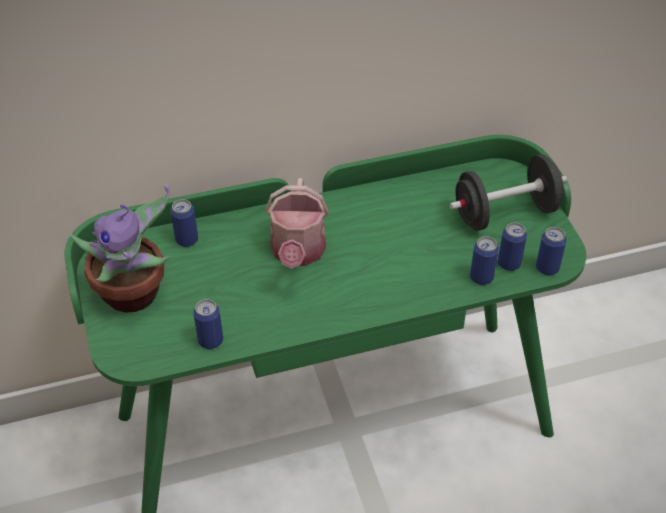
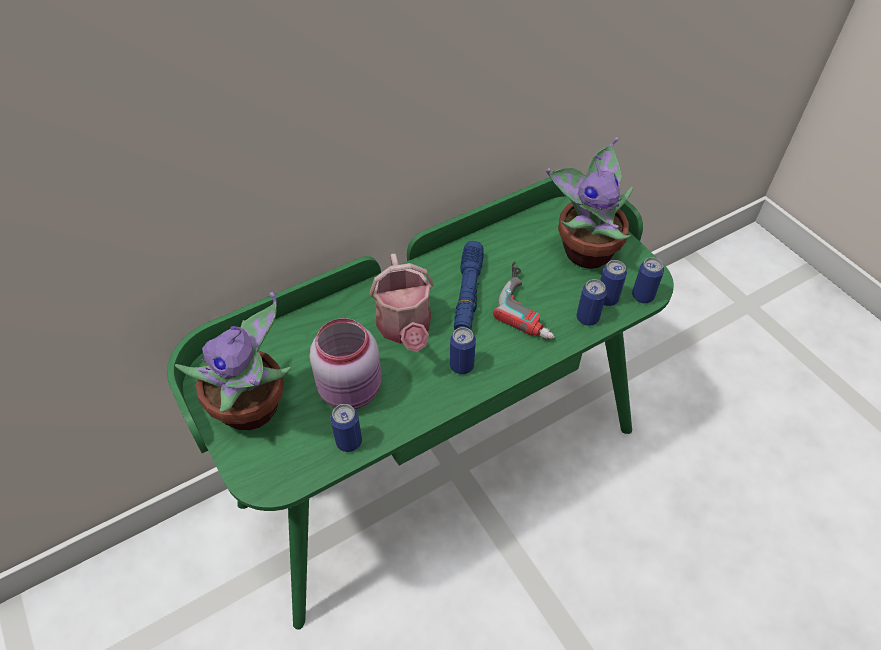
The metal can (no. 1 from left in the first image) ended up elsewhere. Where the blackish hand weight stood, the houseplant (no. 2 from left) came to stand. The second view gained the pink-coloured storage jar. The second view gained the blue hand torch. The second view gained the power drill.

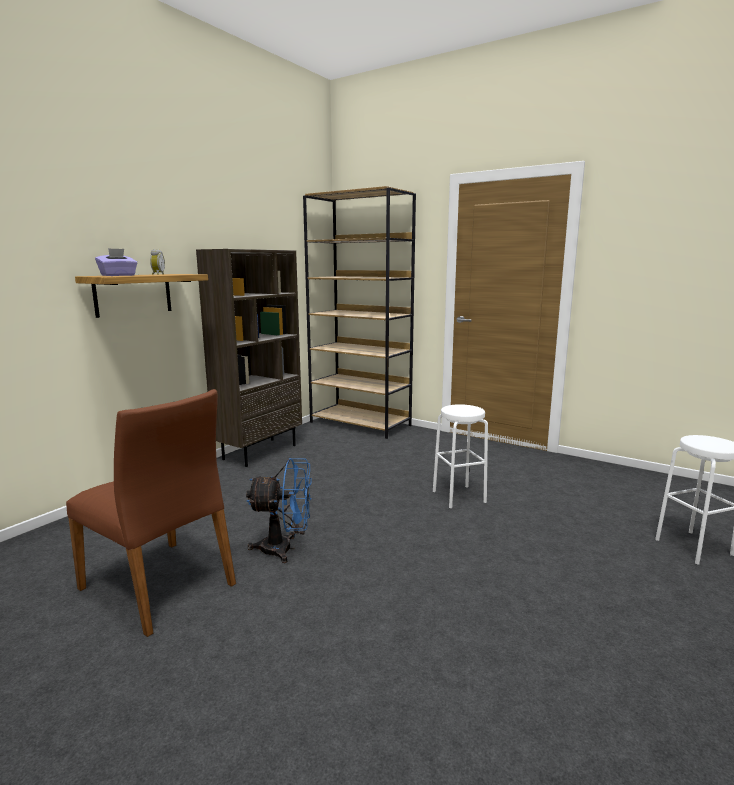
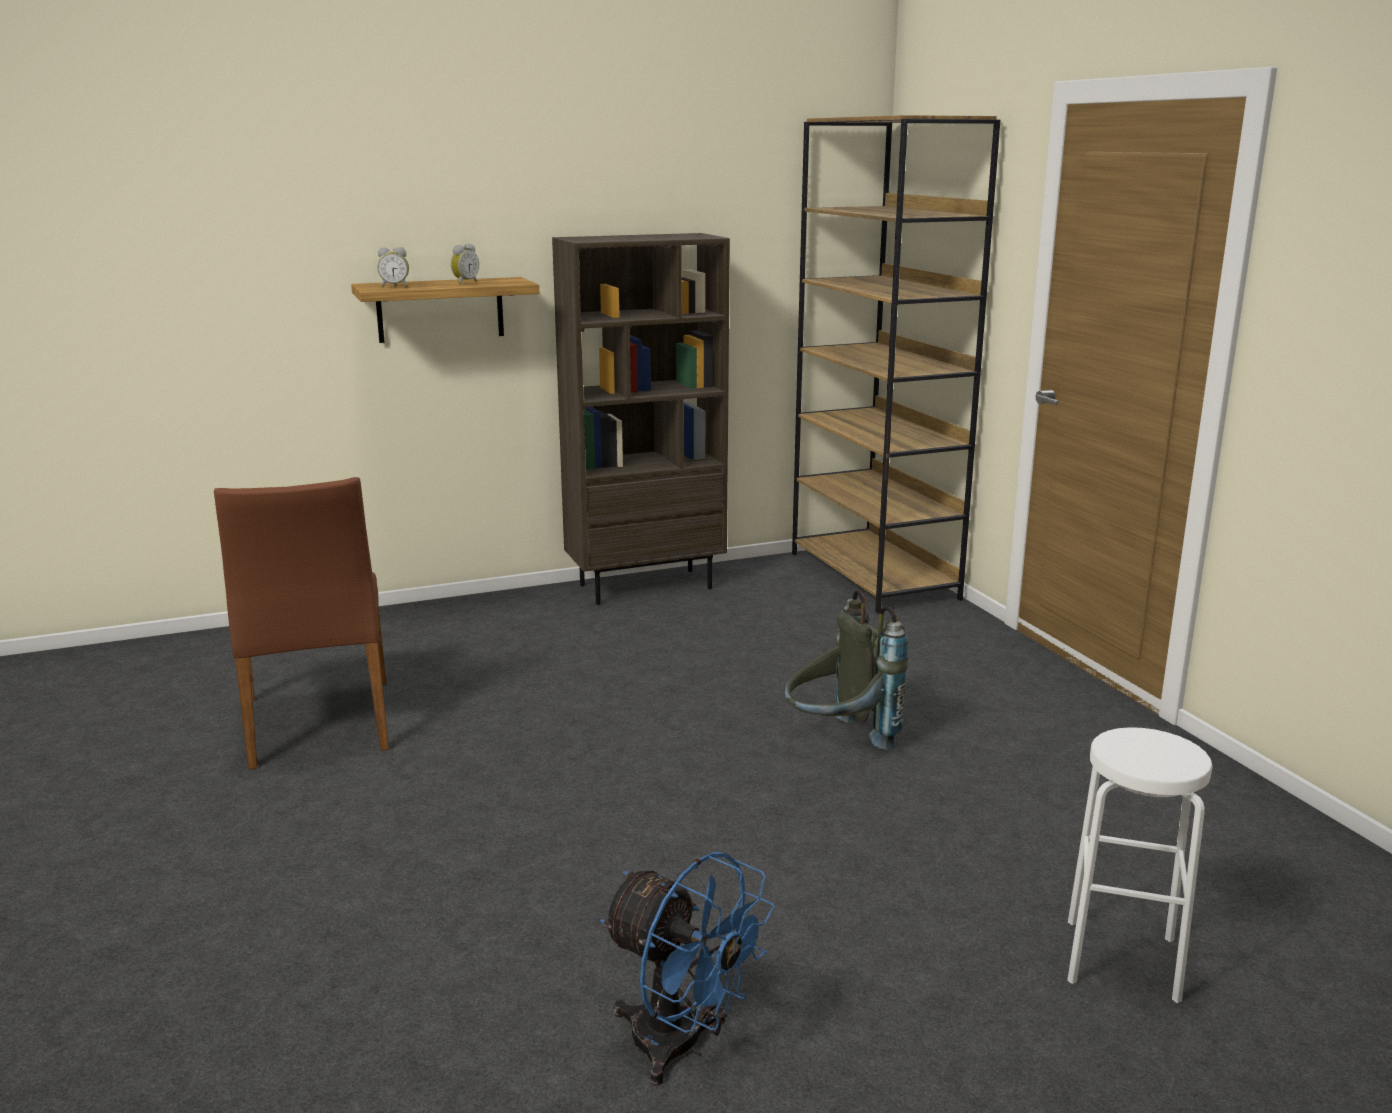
Where the purple tissue holder stood, the alarm clock (no. 1 from left) came to stand. The blue cooling fan ended up elsewhere. Where the whitish stool seat (no. 1 from left) stood, the greyish rucksack came to stand.

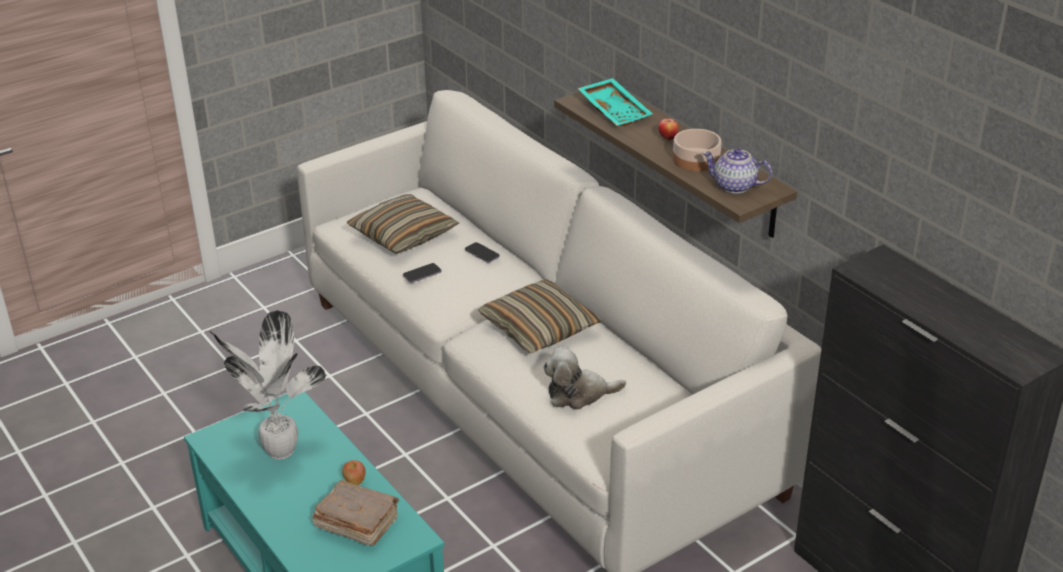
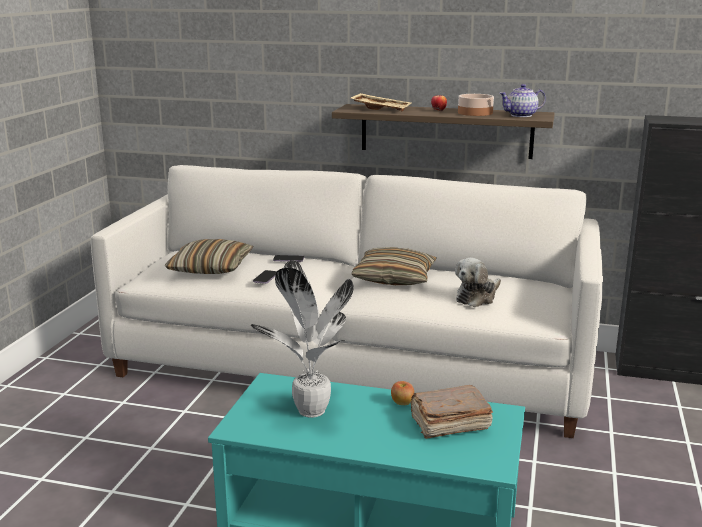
What was the turquoise carrying tray turned into the beige-coloured carrying tray.

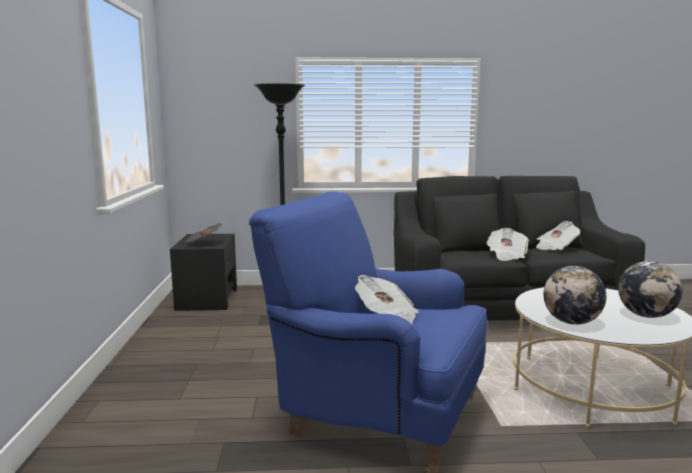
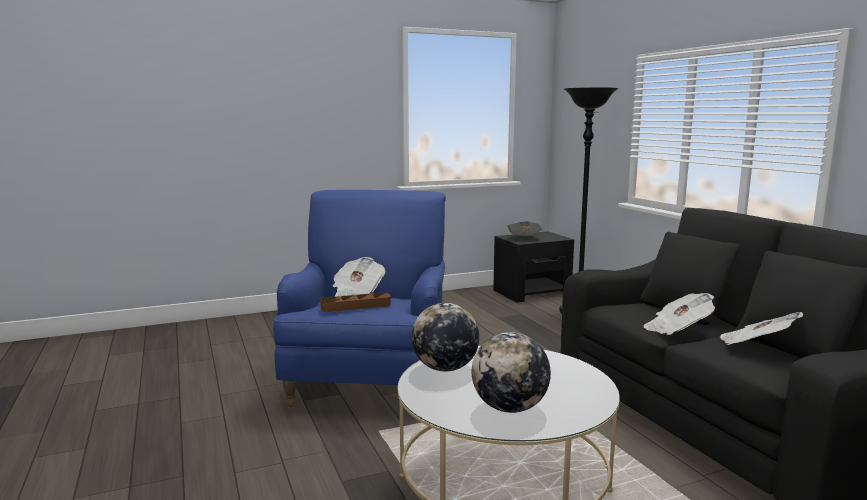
The second view gained the brown-coloured carrying tray.

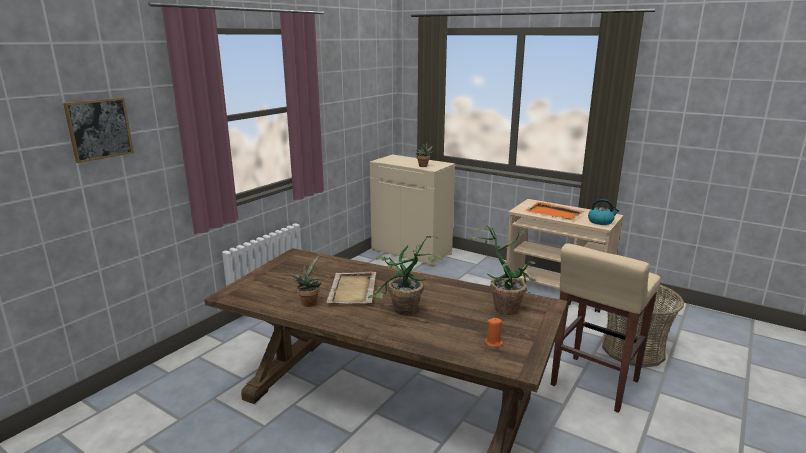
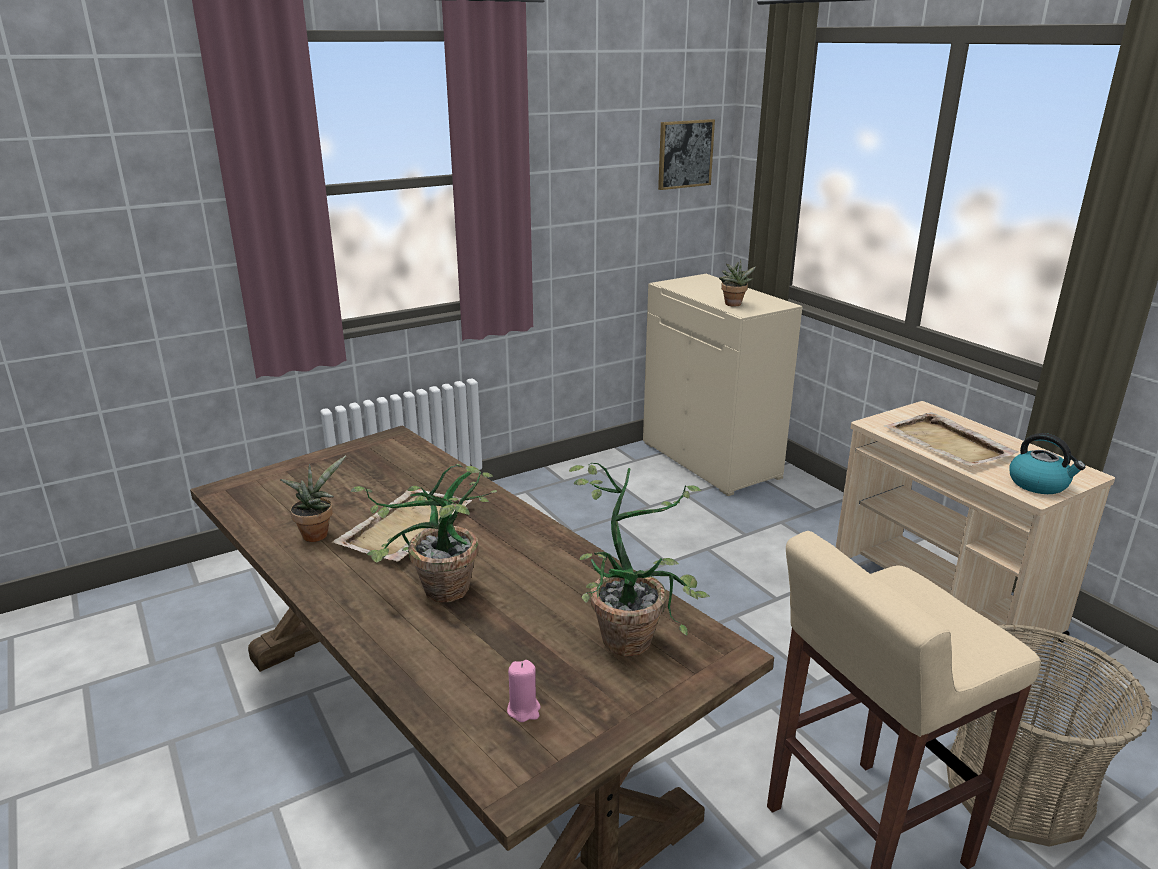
The wall picture ended up elsewhere. What was the orange wax candle turned into the pink-coloured wax candle. What was the orange carrying tray turned into the beige-coloured carrying tray (no. 2 from left).

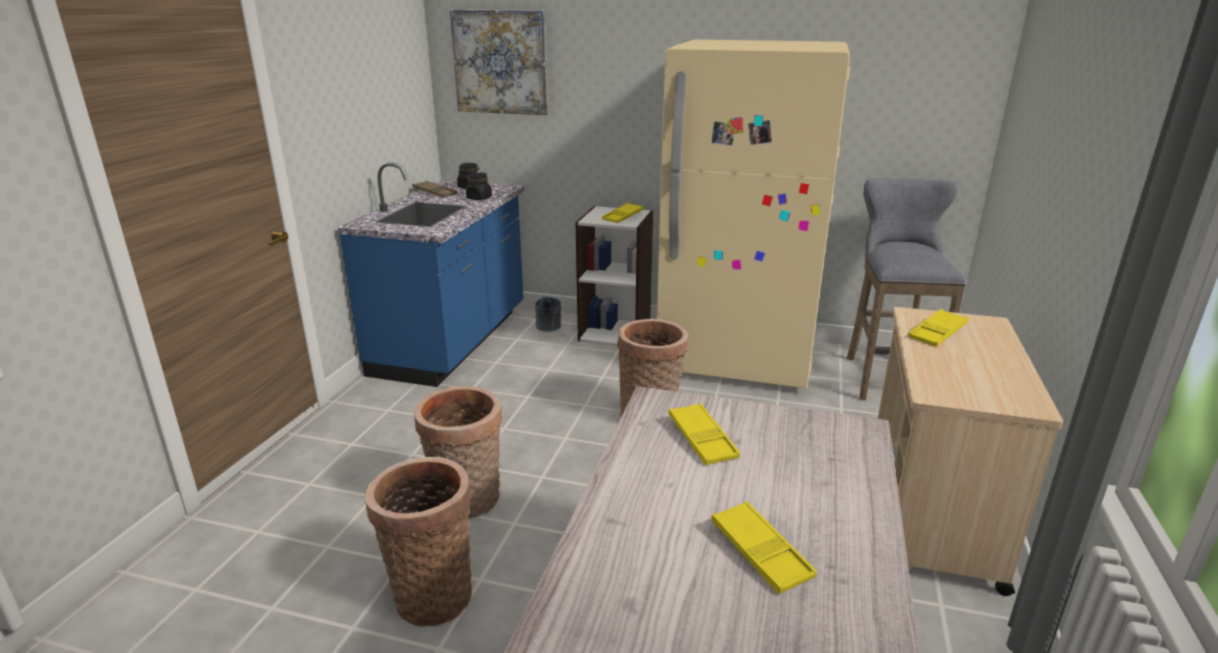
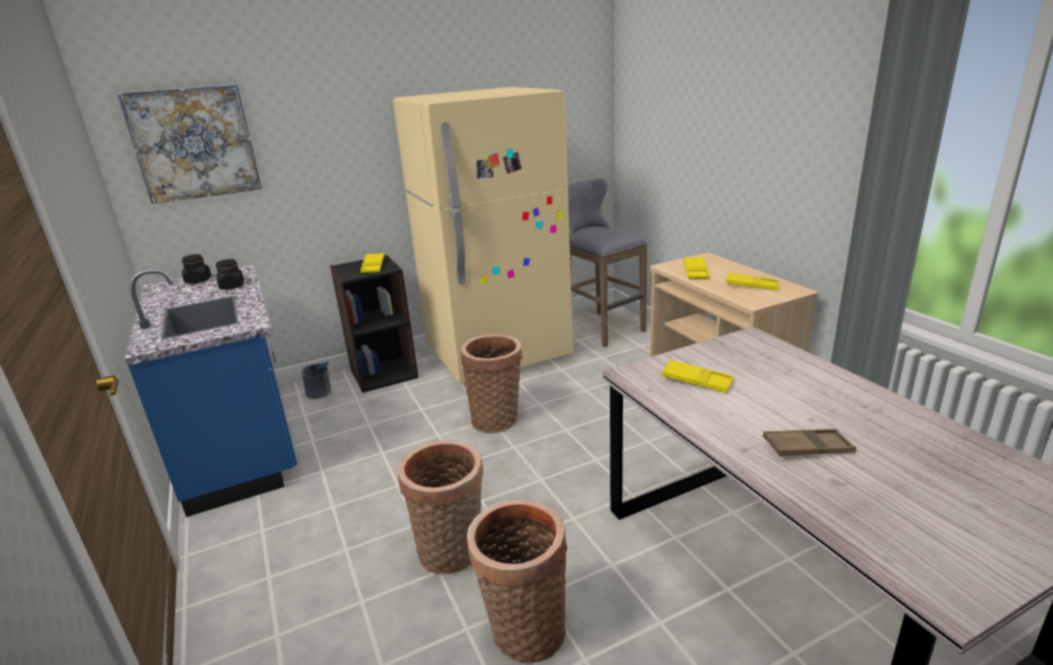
The brown-coloured carrying tray ended up elsewhere. What was the whitish shelving unit turned into the blackish shelving unit. The yellowish carrying tray (no. 3 from left in the first image) ended up elsewhere.

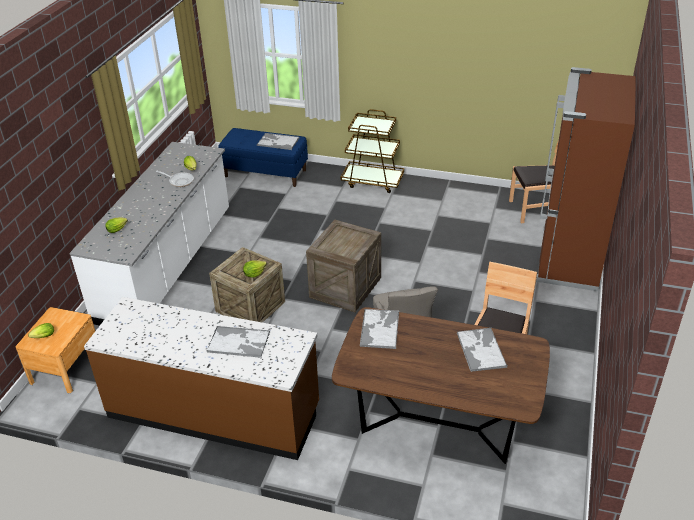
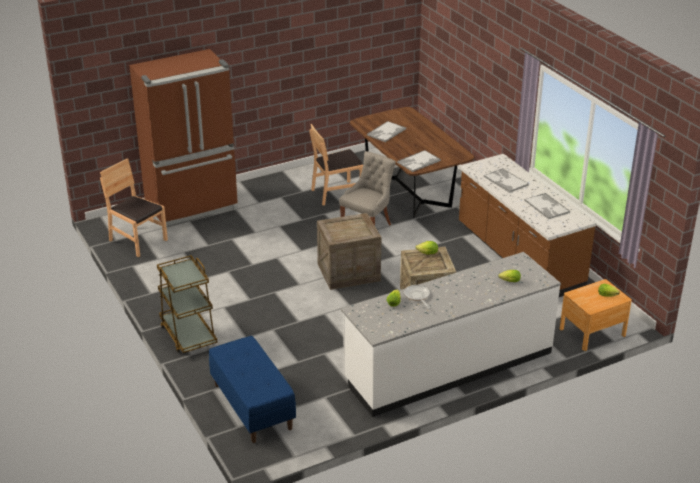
The carrying tray (no. 2 from left in the first image) ended up elsewhere.

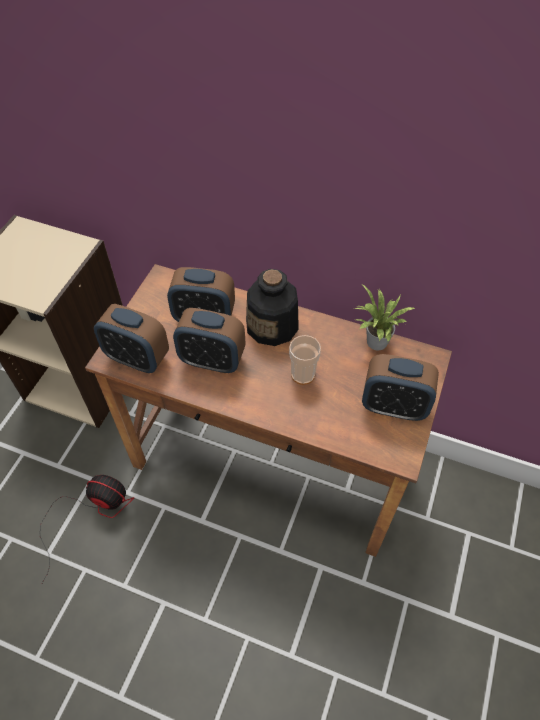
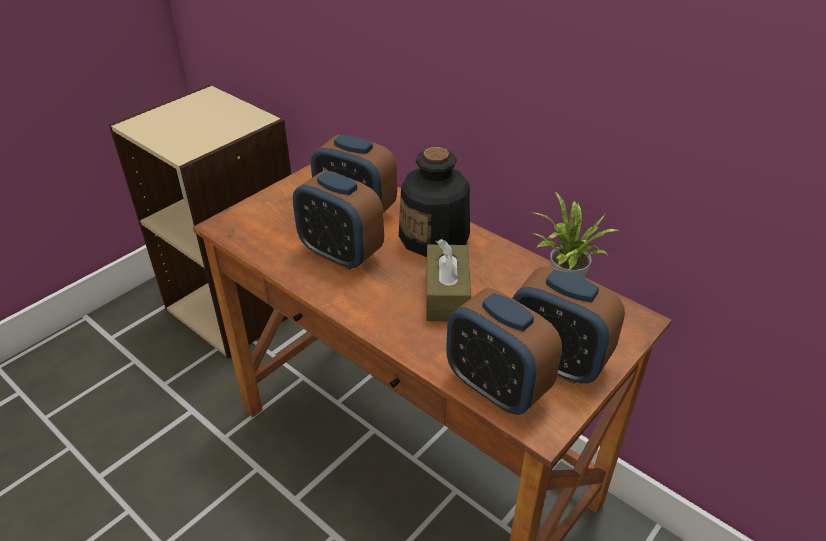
The second view lost the cooling fan. The alarm clock (no. 1 from left in the first image) ended up elsewhere. Where the small cup stood, the brown-coloured tissue holder came to stand.

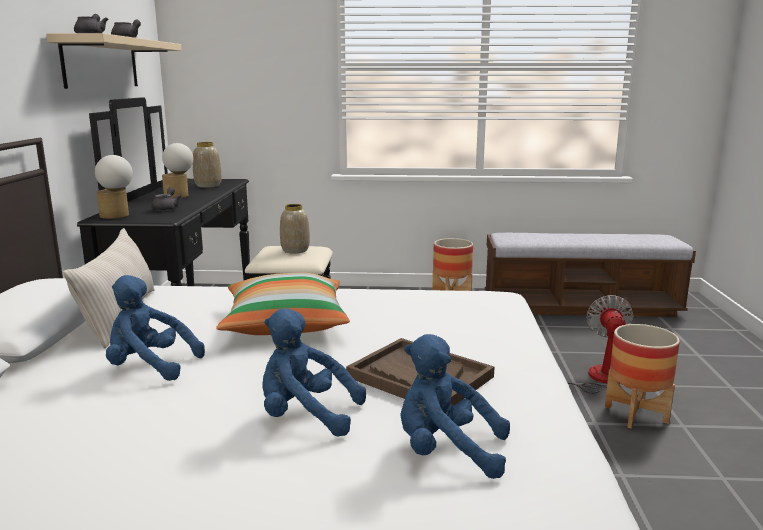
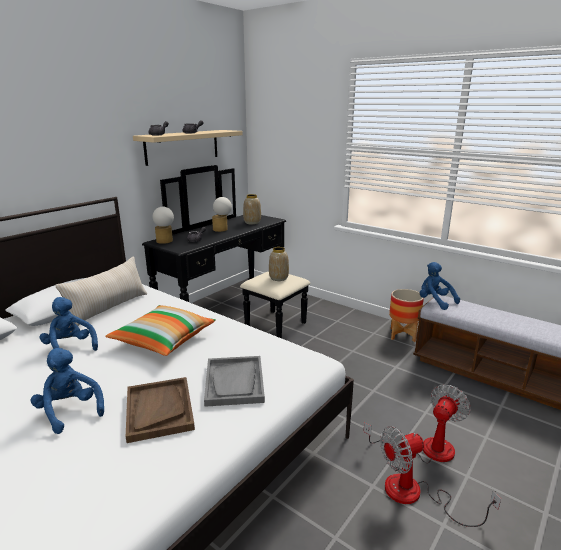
The blue soft toy (no. 3 from left) ended up elsewhere. Where the plant pot (no. 2 from left) stood, the cooling fan (no. 2 from left) came to stand. The second view gained the greyish carrying tray.

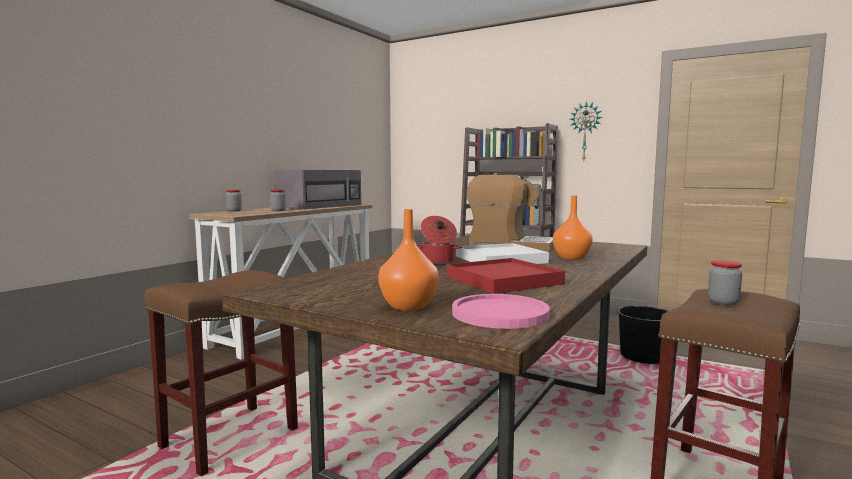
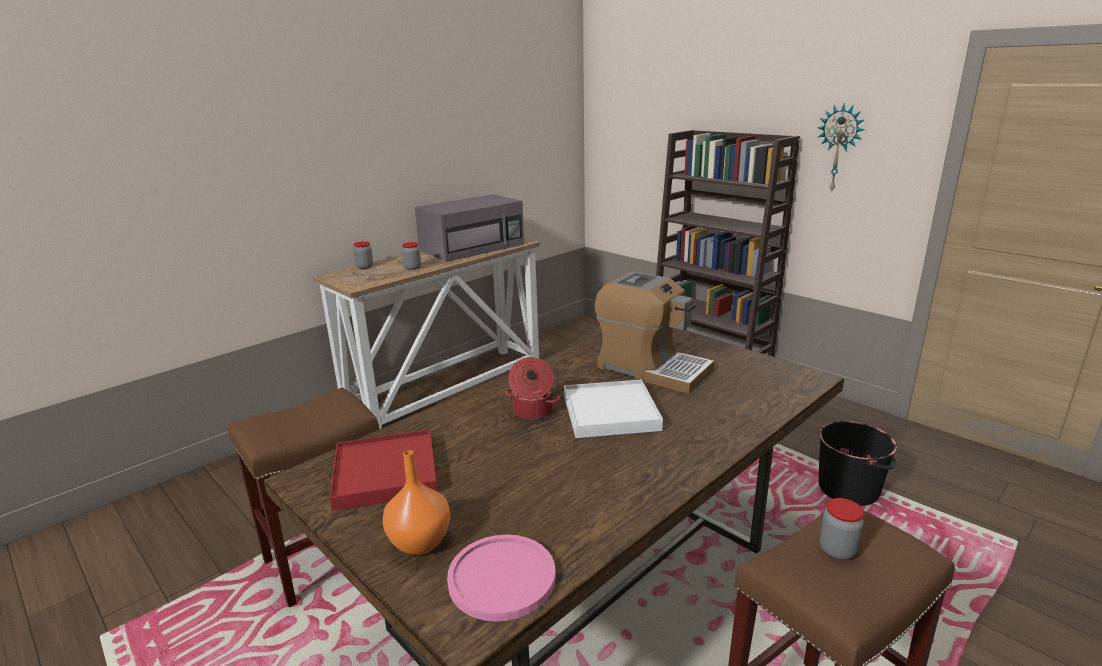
The red carrying tray ended up elsewhere. The second view lost the orange vase (no. 2 from left).

